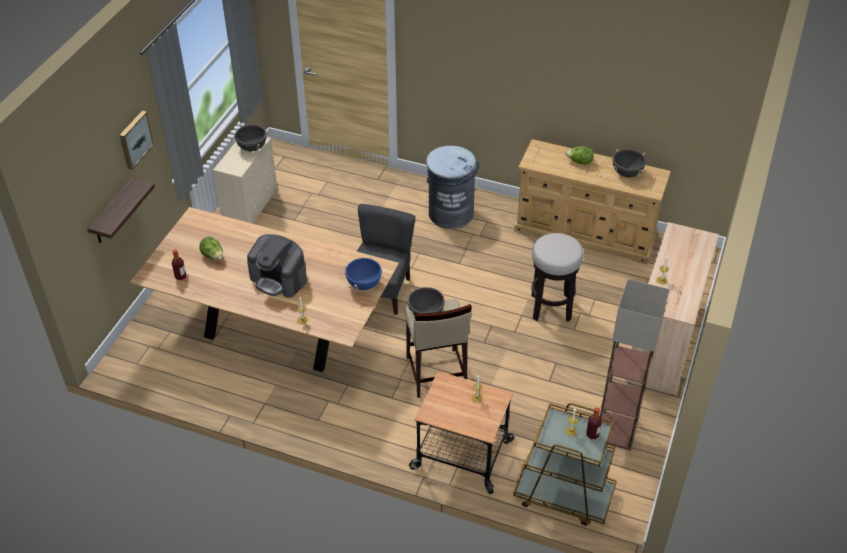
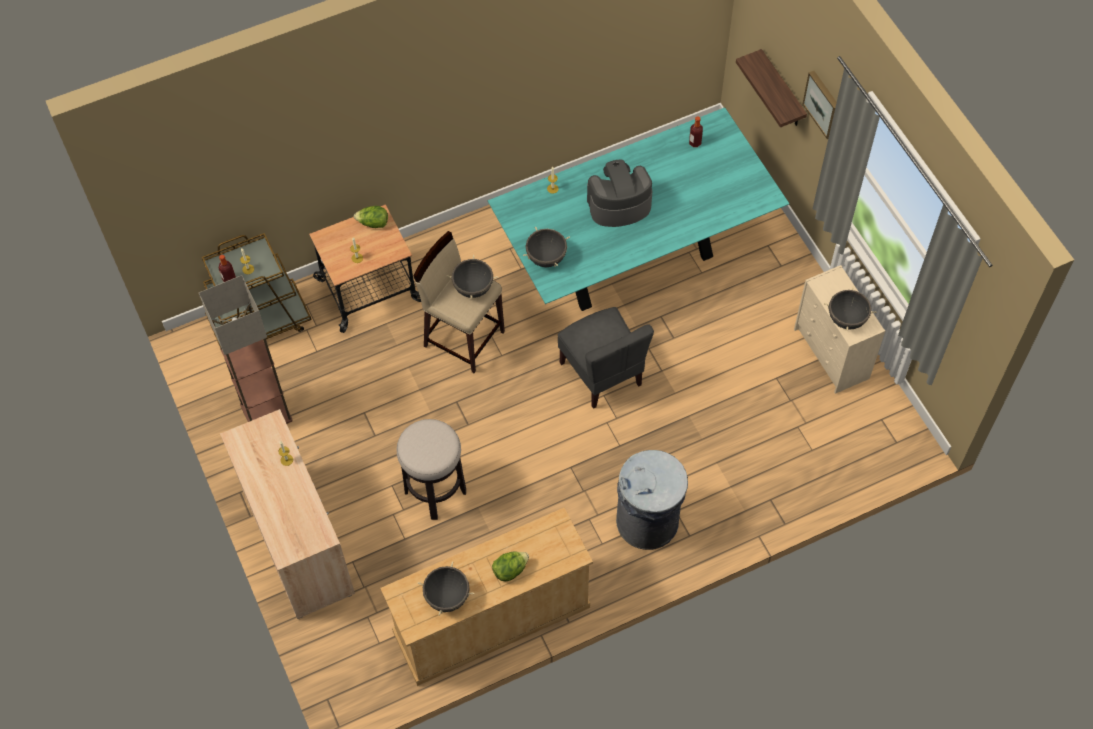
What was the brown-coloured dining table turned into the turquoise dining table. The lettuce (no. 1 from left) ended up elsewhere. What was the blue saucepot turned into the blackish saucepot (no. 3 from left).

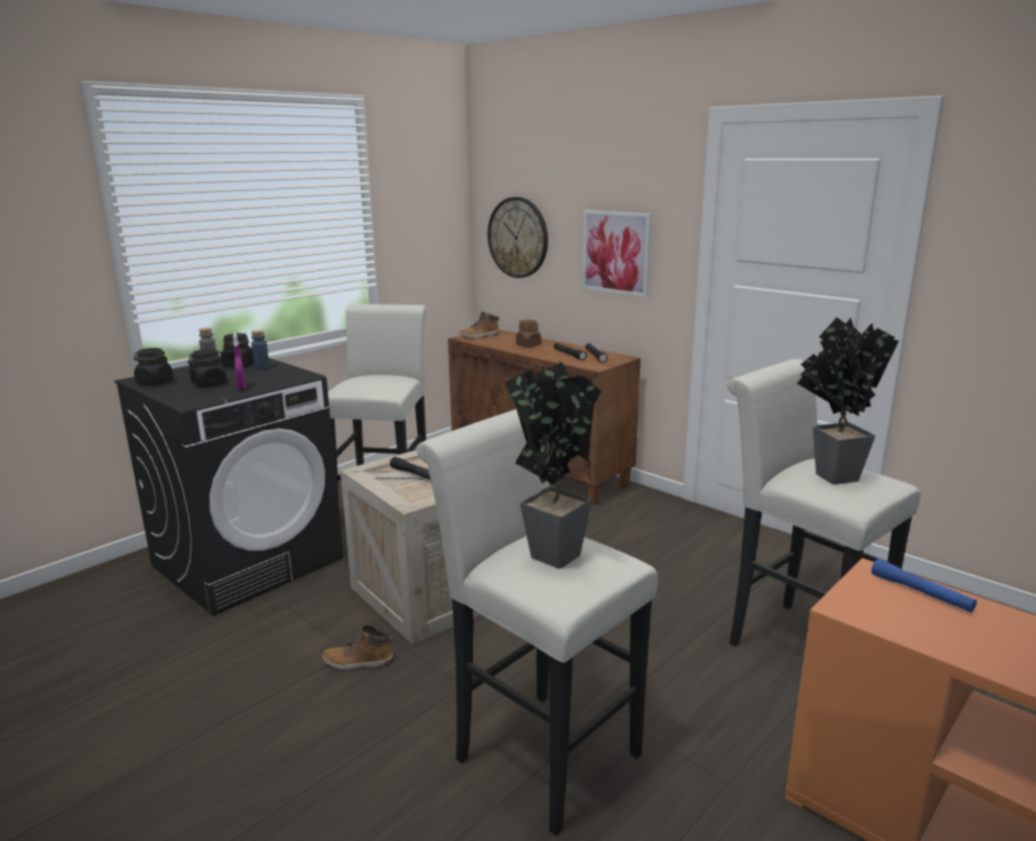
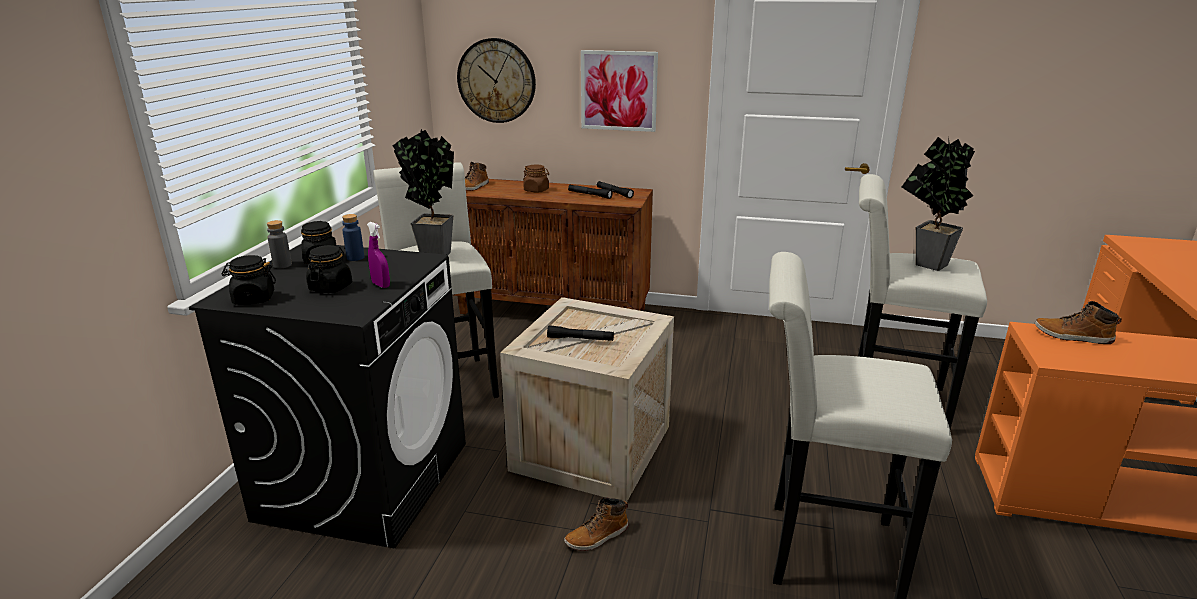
The houseplant (no. 1 from left) ended up elsewhere. Where the blue hand torch stood, the boot (no. 3 from left) came to stand.

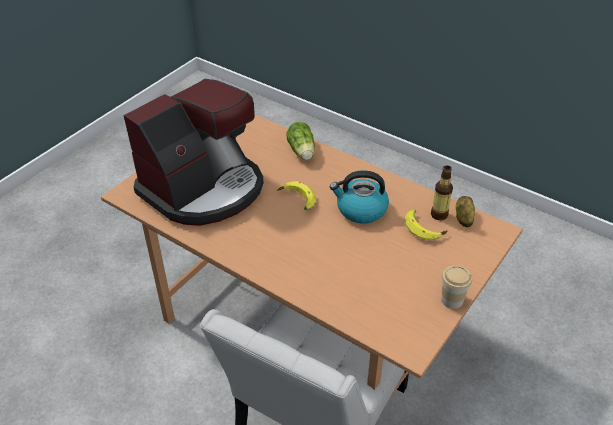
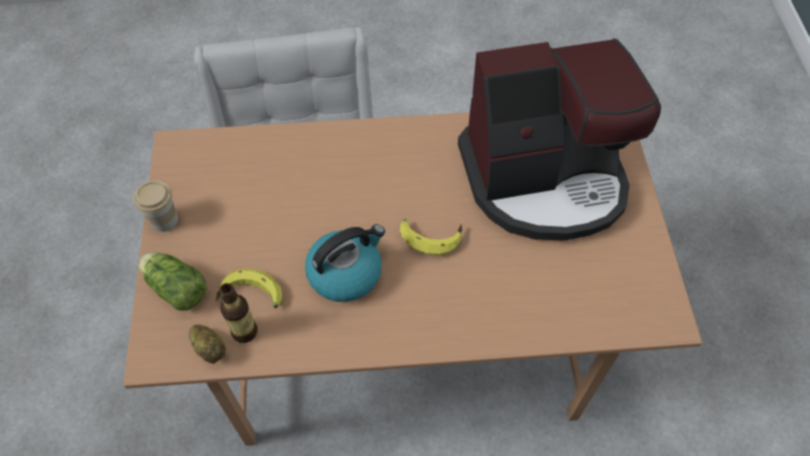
The coffee brewer ended up facing another way, 105 degrees counterclockwise from before. The lettuce ended up elsewhere.

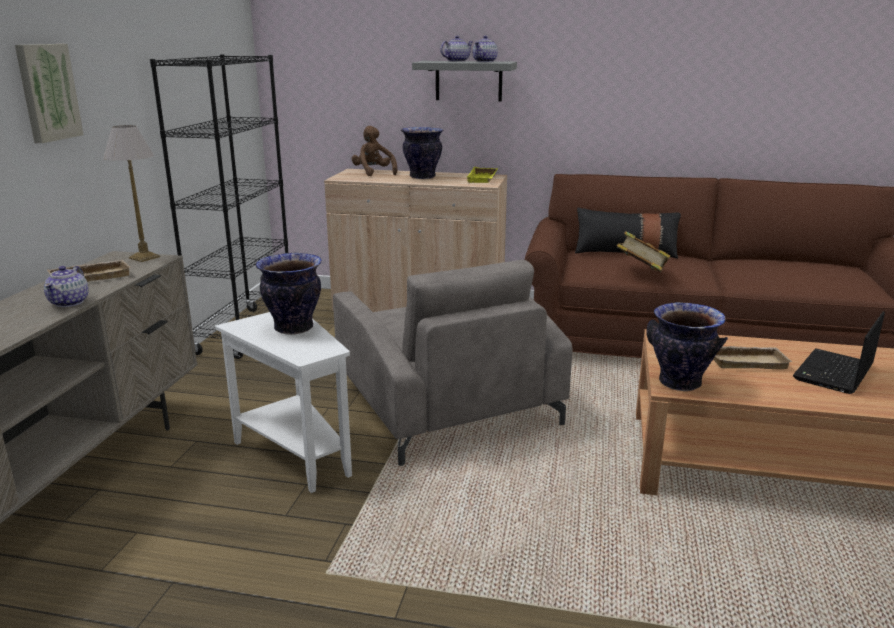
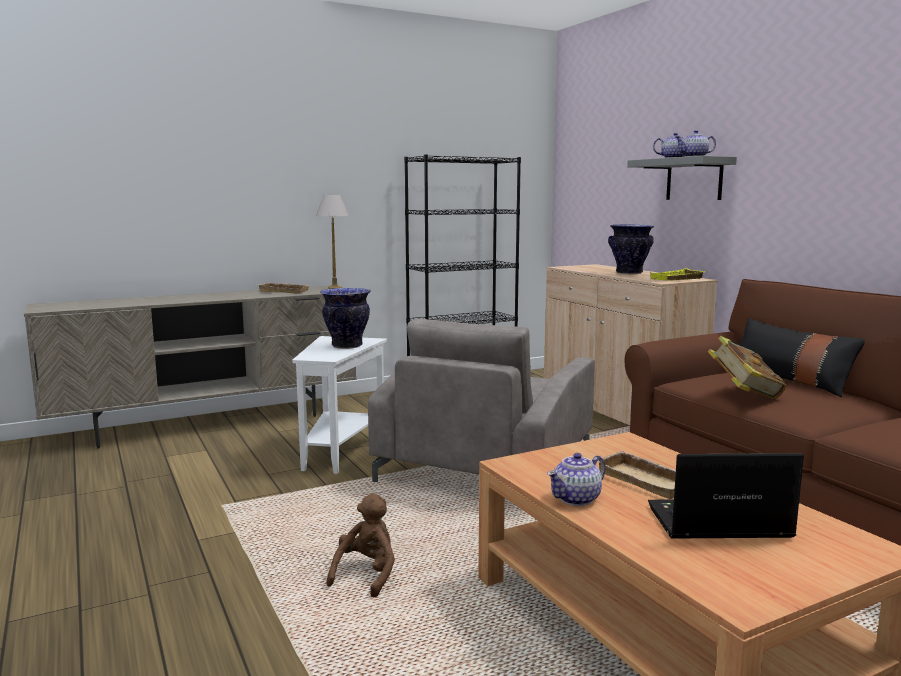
The second view lost the wall picture. The teapot (no. 1 from left) ended up elsewhere. The brown-coloured soft toy ended up elsewhere. The second view lost the vase (no. 3 from left).

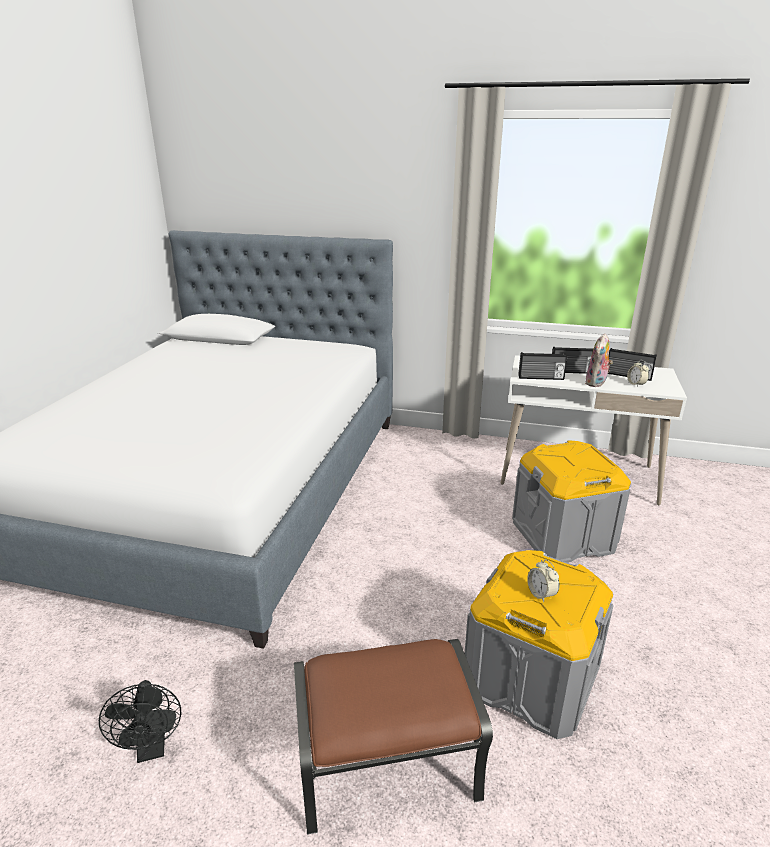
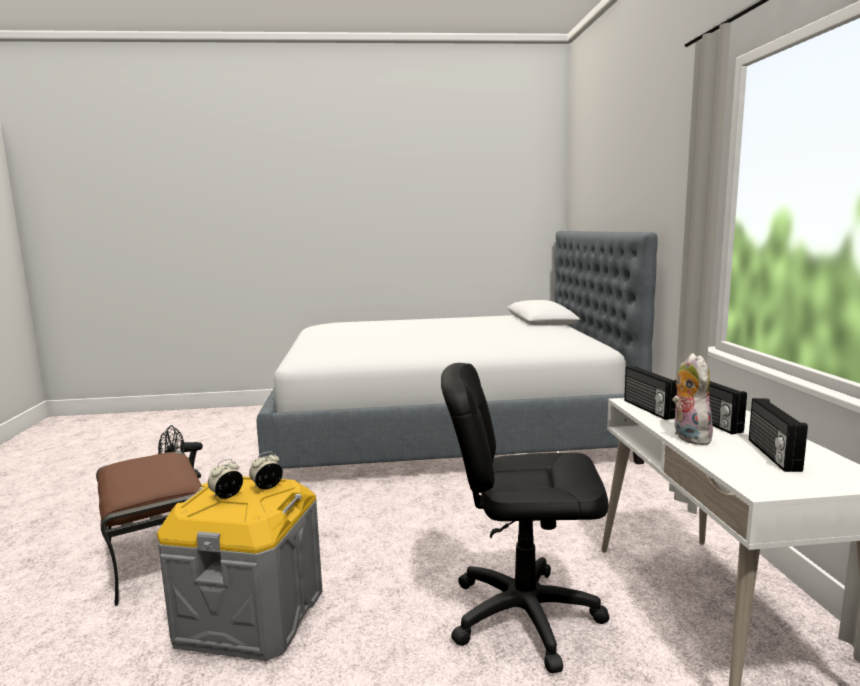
Where the greyish storage container (no. 2 from left) stood, the blackish desk chair came to stand. The soft toy ended up facing another way, 75 degrees clockwise from before. The alarm clock (no. 2 from left) ended up elsewhere.

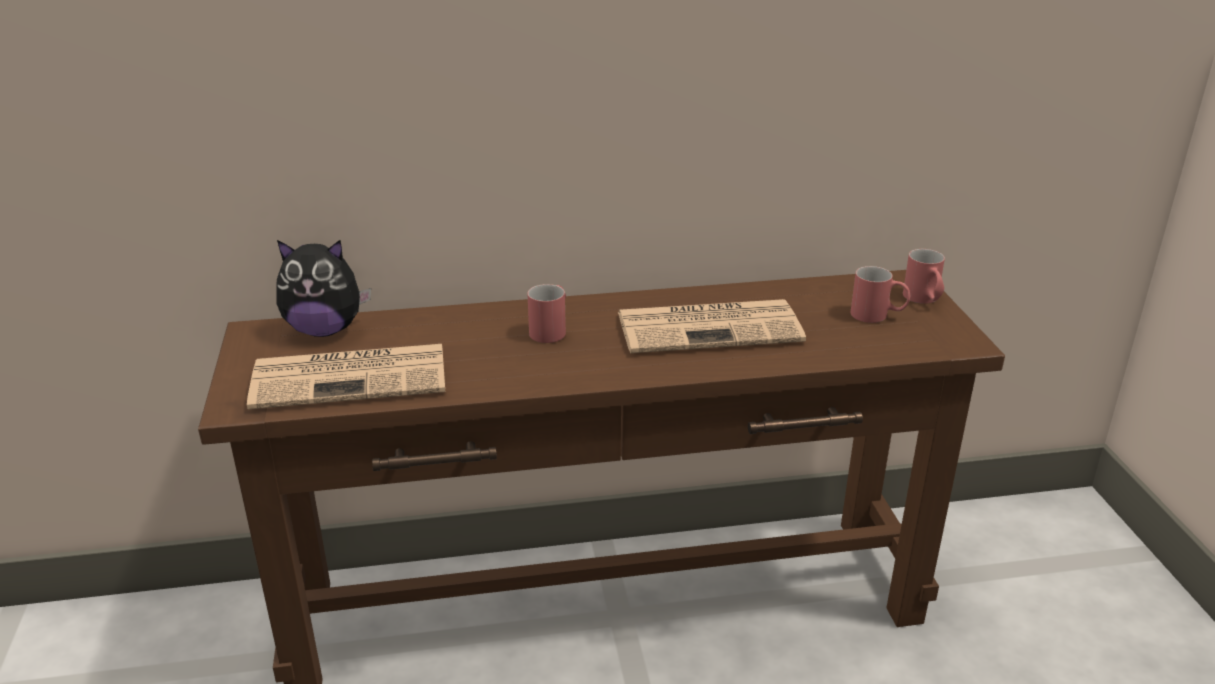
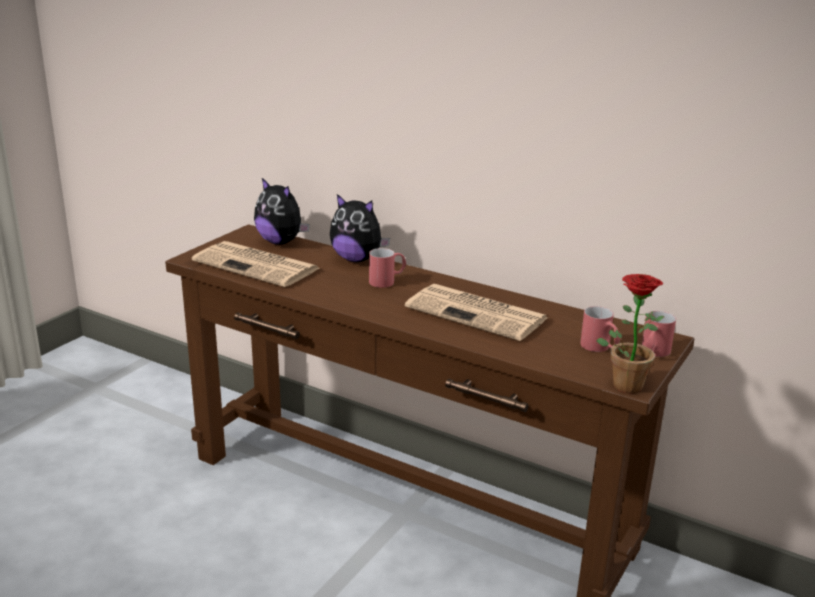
The second view gained the soft toy (no. 2 from left). The second view gained the houseplant.

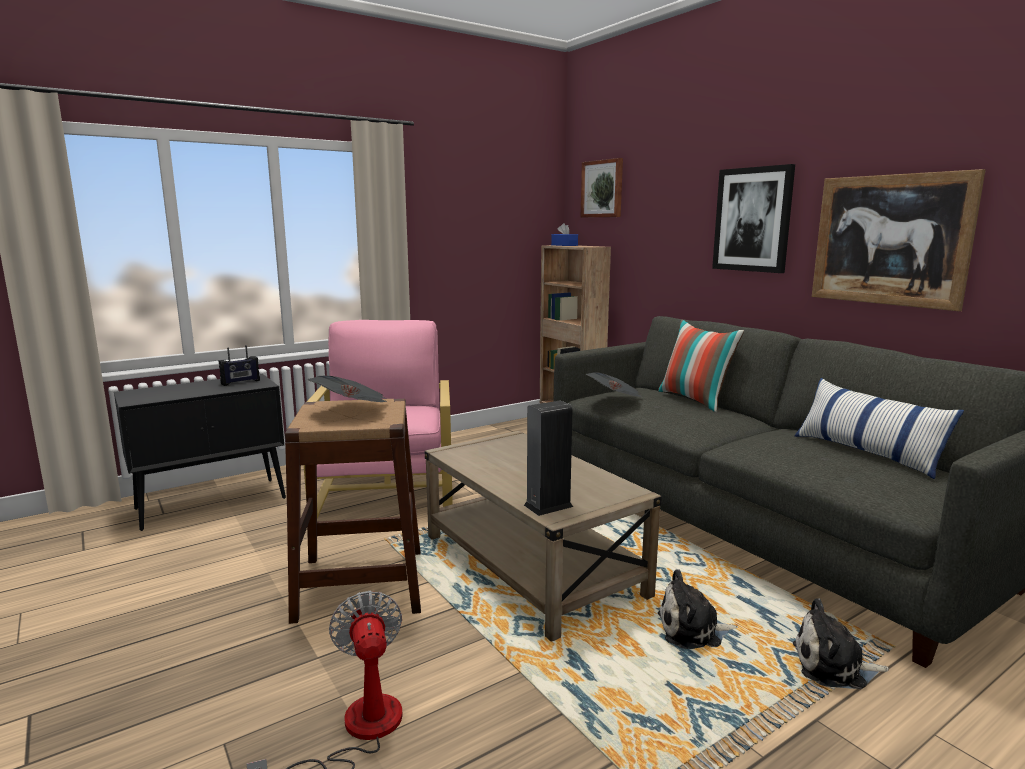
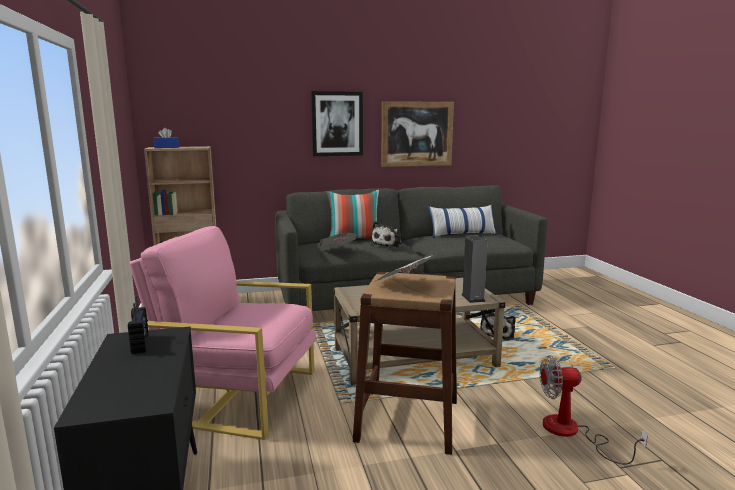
The second view lost the wall picture (no. 1 from left). The soft toy (no. 2 from left in the first image) ended up elsewhere.

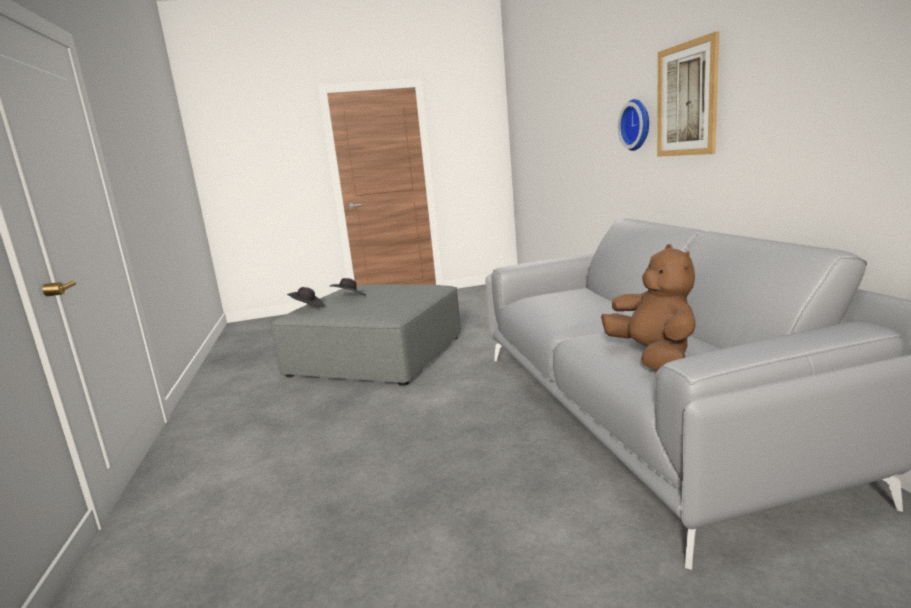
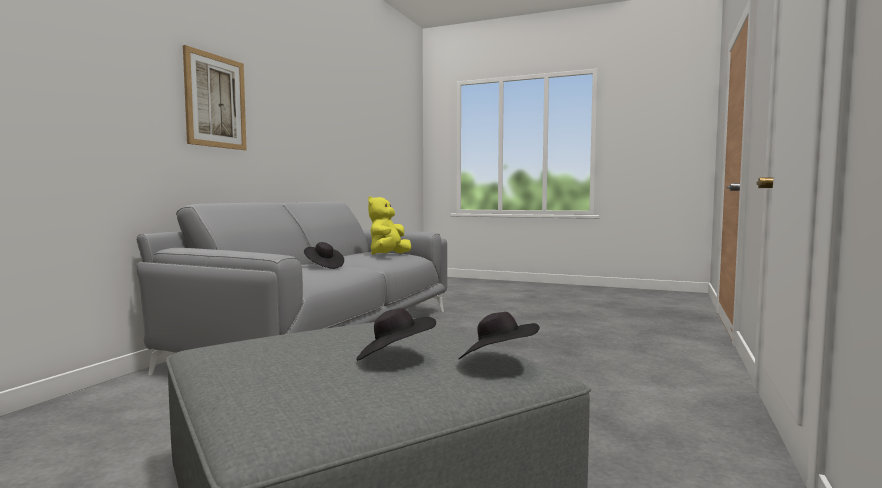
What was the brown-coloured soft toy turned into the yellowish soft toy. The second view lost the wall clock. The second view gained the blackish hat (no. 1 from left).

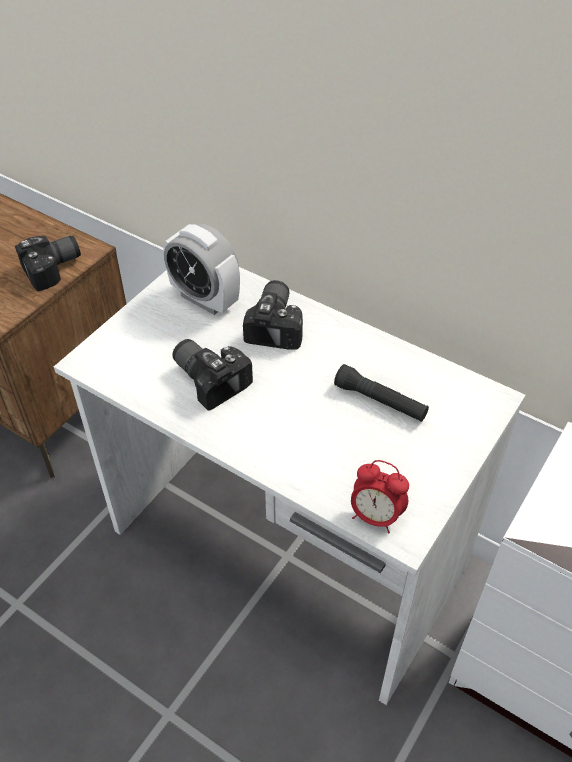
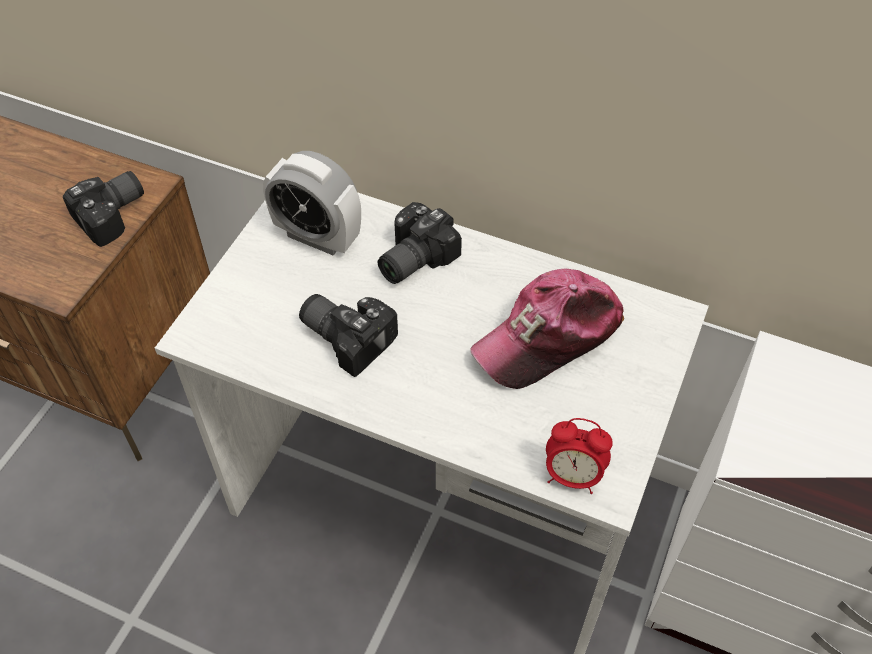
The still camera (no. 3 from left) ended up facing another way, 135 degrees counterclockwise from before. Where the blackish hand torch stood, the peaked cap came to stand.

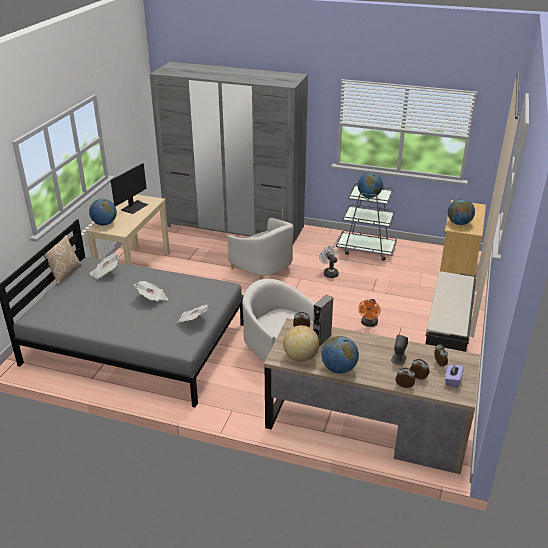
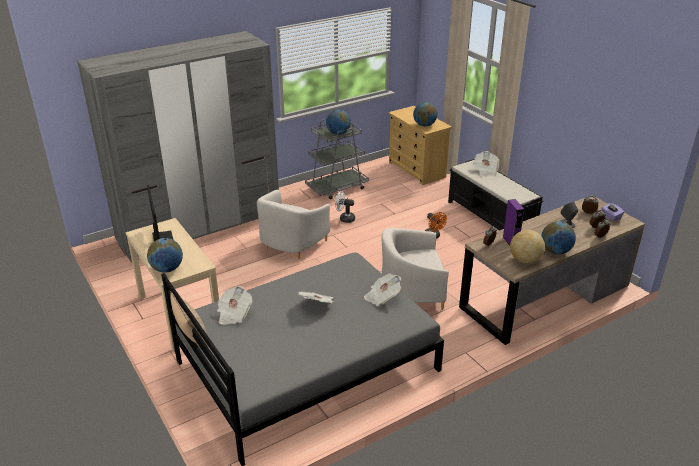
The whitish easy chair (no. 1 from left) ended up facing another way, 120 degrees clockwise from before. What was the greyish loudspeaker (no. 1 from left) turned into the purple loudspeaker. The second view gained the newspaper (no. 4 from left).

